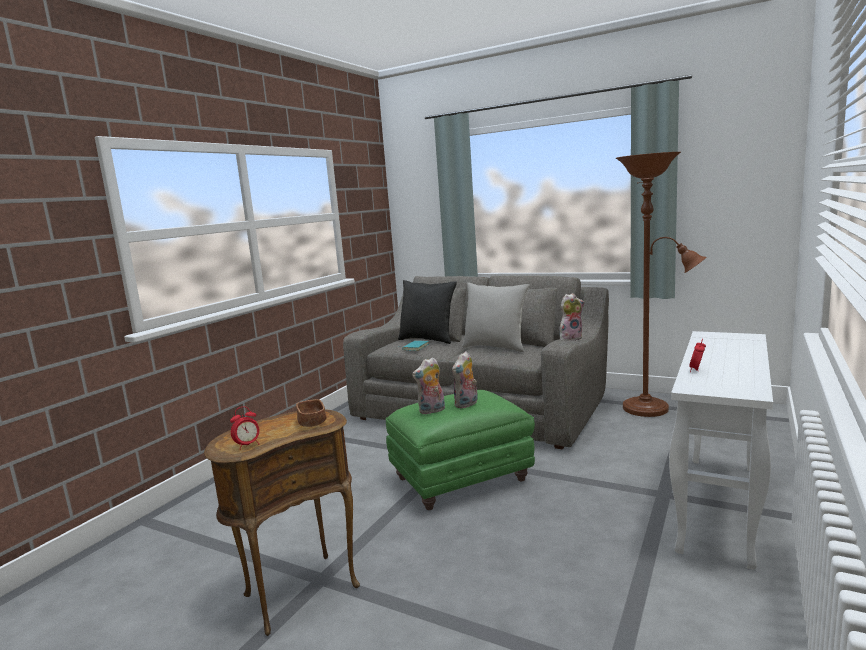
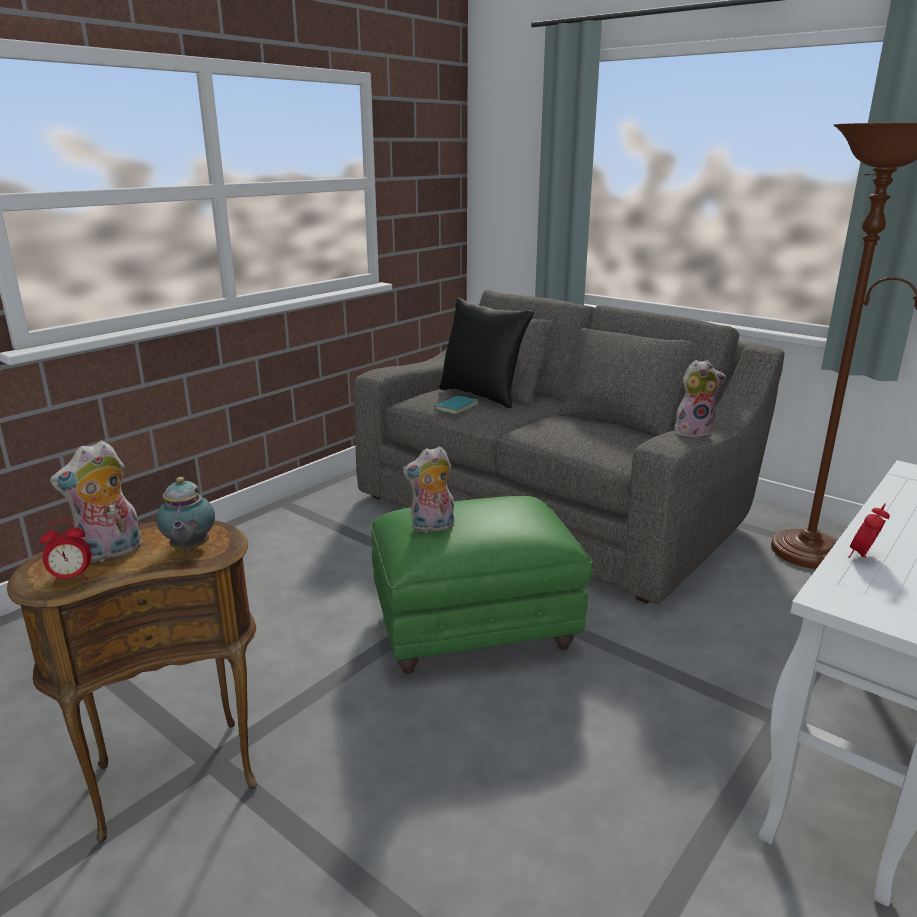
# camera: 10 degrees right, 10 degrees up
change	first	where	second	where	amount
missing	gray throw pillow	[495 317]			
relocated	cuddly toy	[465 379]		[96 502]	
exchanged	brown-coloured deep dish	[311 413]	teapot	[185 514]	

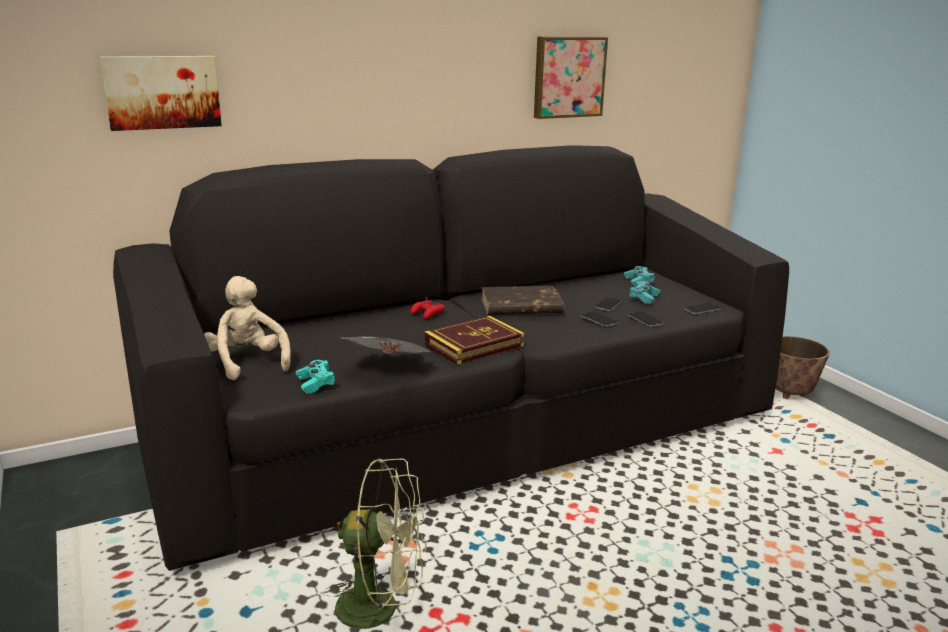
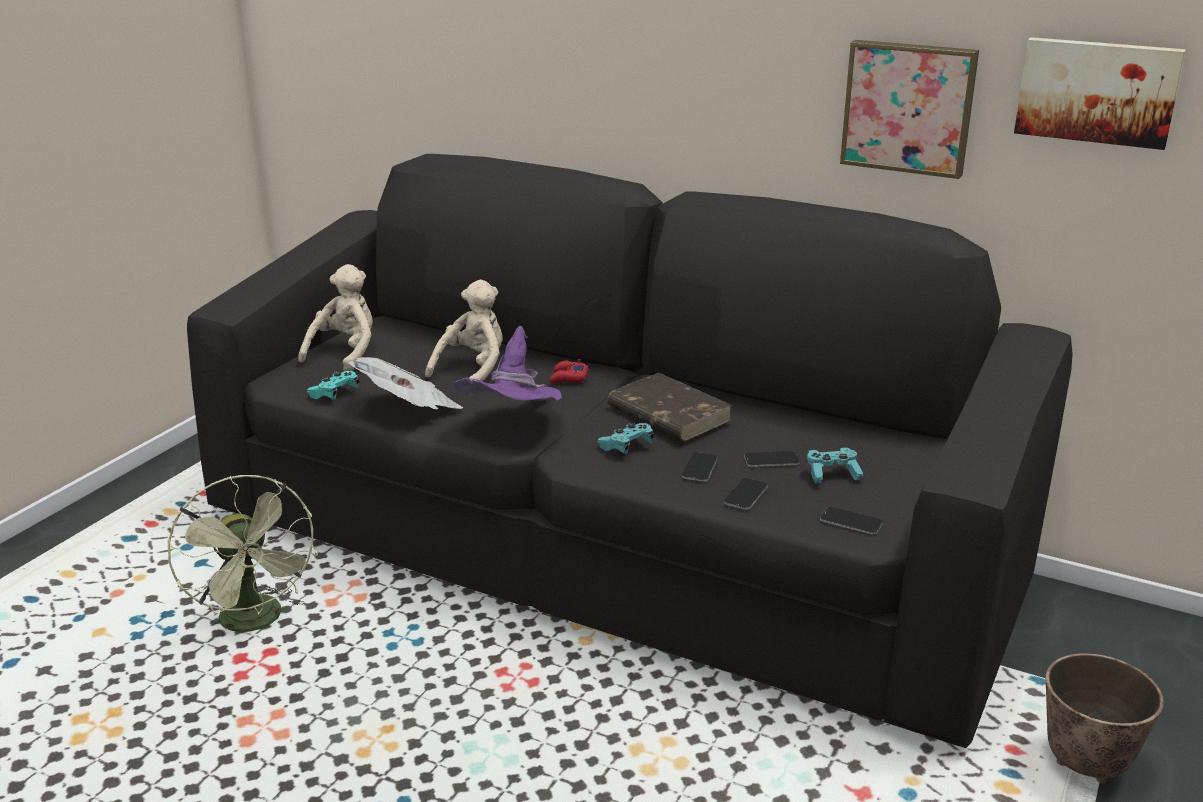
# camera: 55 degrees right, 5 degrees up
change	first	where	second	where	amount
appeared			sand-coloured cuddly toy	[464 331]	
relocated	wall art	[161 93]		[1100 93]	
relocated	turquoise joypad	[639 276]		[626 438]	
exchanged	bound book	[474 340]	purplish clothing hat	[507 363]	

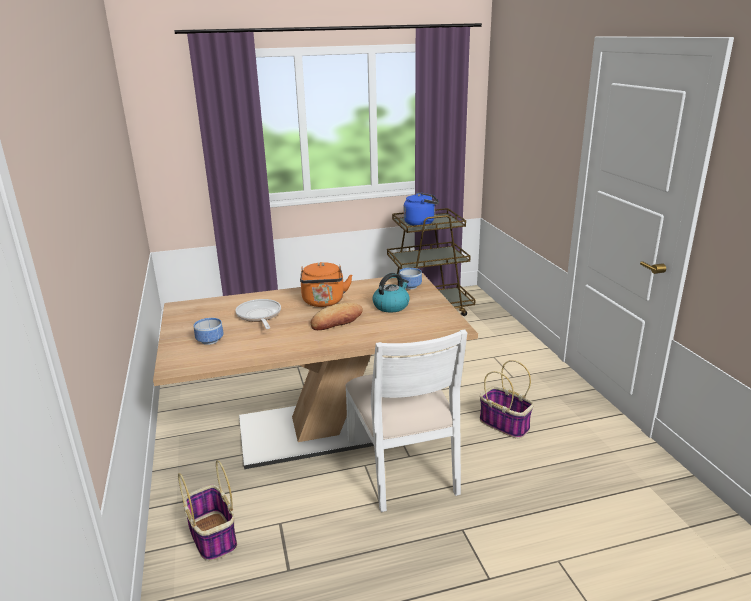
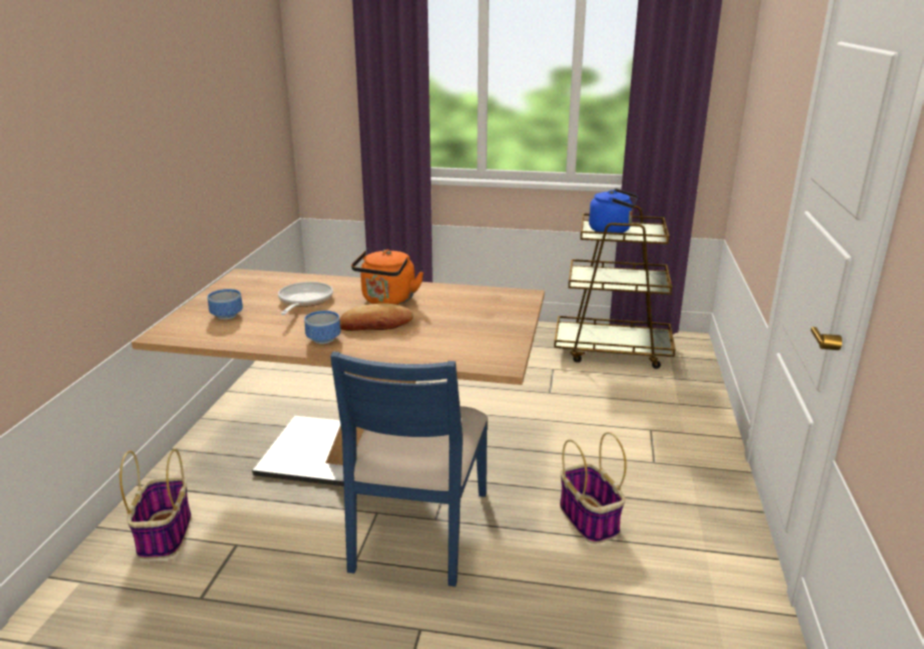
# camera: 25 degrees right, 0 degrees up
change	first	where	second	where	amount
missing	tea kettle	[391 292]			
relocated	deep dish	[410 279]		[322 327]	
colour	white-coloured plain chair	[406 420]	blue-coloured plain chair	[409 469]	

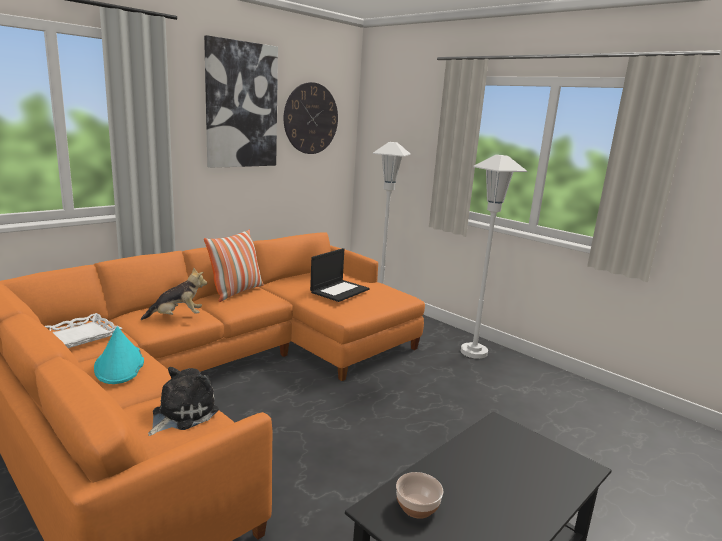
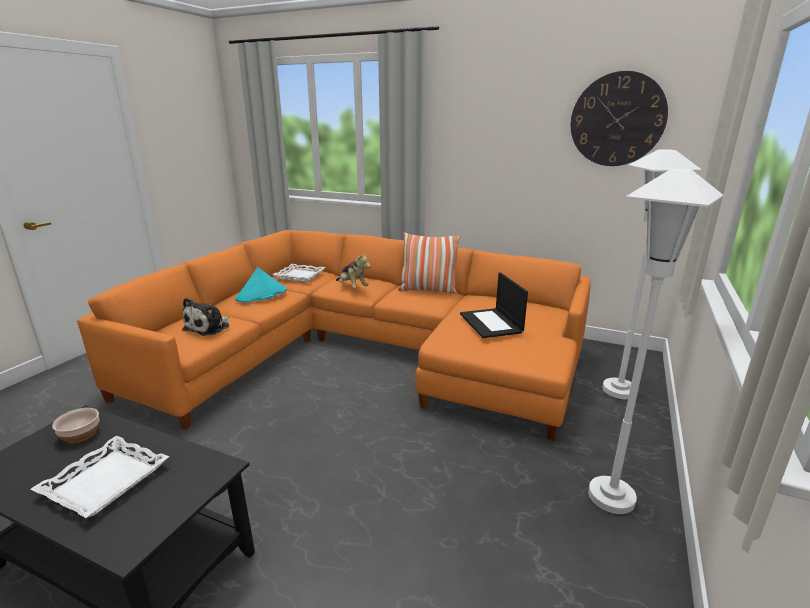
# camera: 70 degrees right, 5 degrees up
change	first	where	second	where	amount
missing	wall art	[241 101]			
appeared			white-coloured tray	[100 477]	
spun	cuddly toy	[183 401]		[205 317]	105 degrees clockwise
spun	notebook computer	[340 275]		[494 305]	60 degrees clockwise

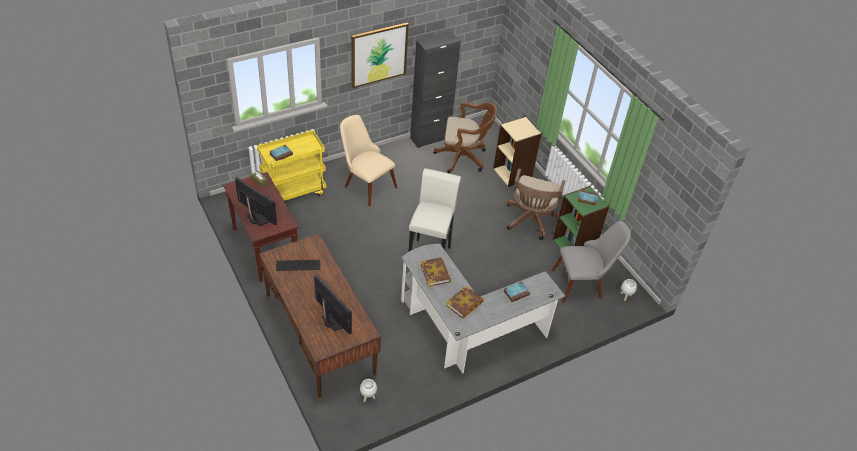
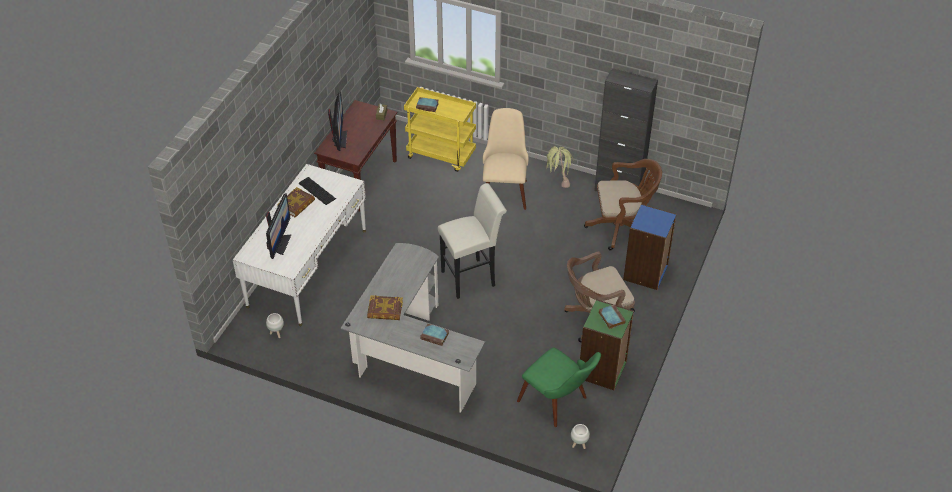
# camera: 55 degrees right, 0 degrees up
change	first	where	second	where	amount
missing	wall art	[380 55]			
appeared			houseplant	[560 167]	
relocated	bound book	[435 272]		[296 202]	
colour	brown-coloured desk table	[320 317]	white-coloured desk table	[299 245]	
colour	sand-coloured shelving unit	[517 151]	blue-coloured shelving unit	[650 247]	
colour	gray plain chair	[591 262]	green plain chair	[559 387]	
spun	brown-coloured office chair	[465 137]		[623 205]	60 degrees counterclockwise

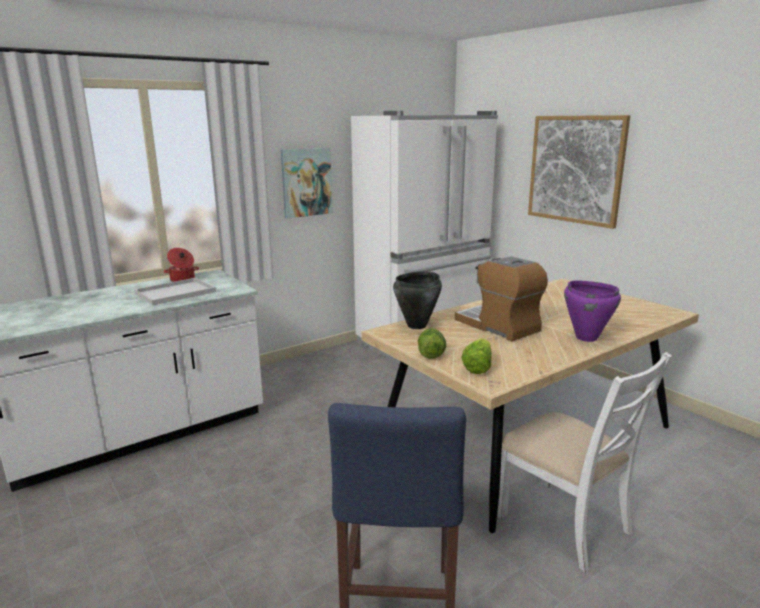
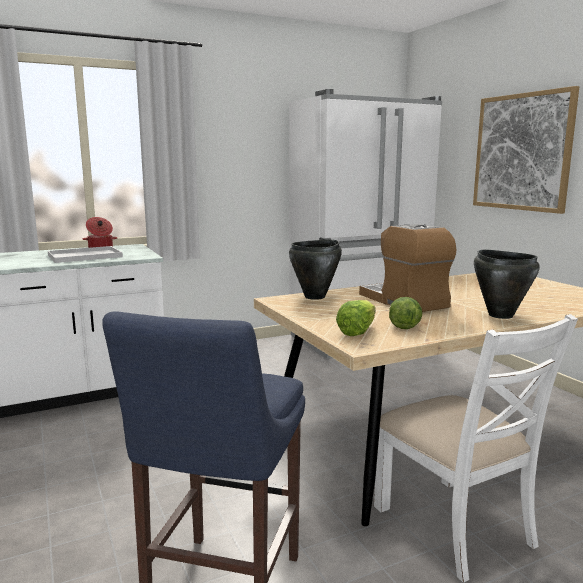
# camera: 10 degrees right, 5 degrees down
change	first	where	second	where	amount
missing	wall art	[307 183]			
relocated	lettuce	[432 343]		[405 313]	
colour	purplish cooking pot	[592 311]	black-coloured cooking pot	[507 284]	

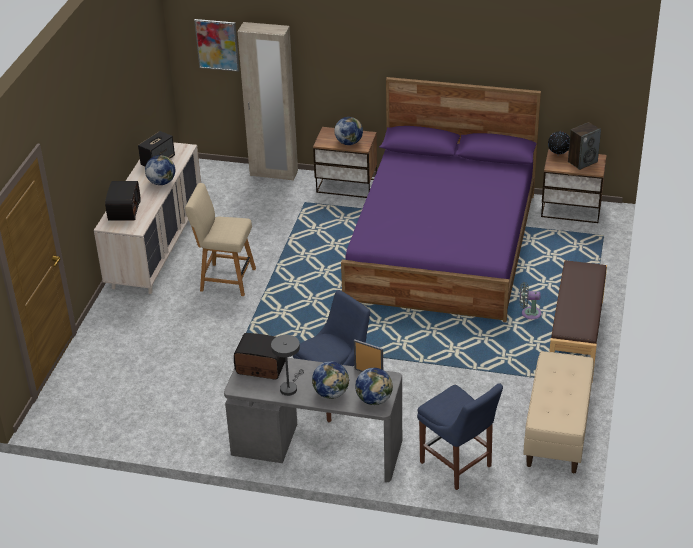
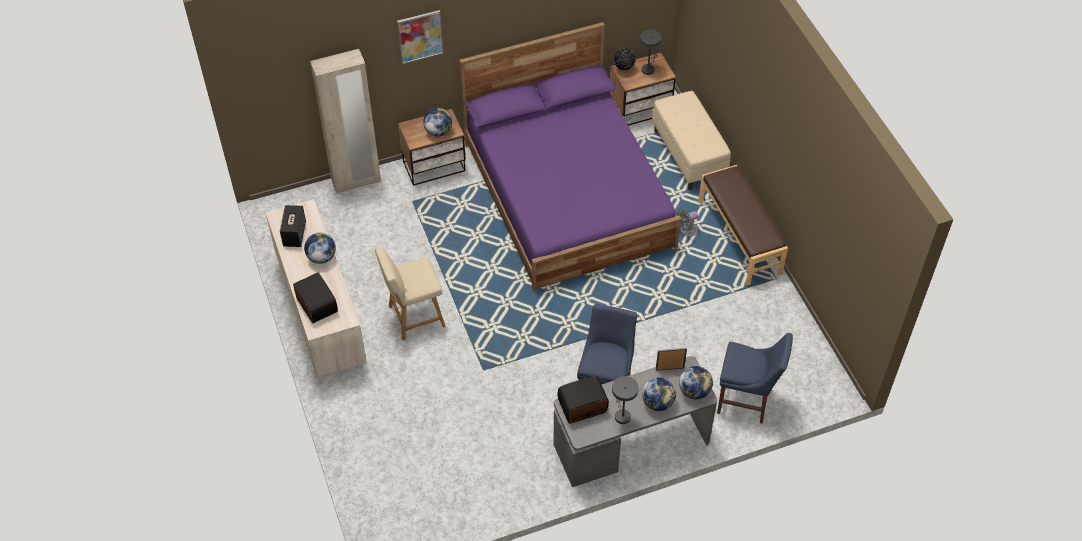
# camera: 35 degrees left, 15 degrees up
change	first	where	second	where	amount
relocated	wall art	[216 45]		[420 37]	
relocated	sand-coloured indoor bench	[558 412]		[691 140]	
exchanged	speaker	[584 146]	gray lamp for a table	[651 52]	

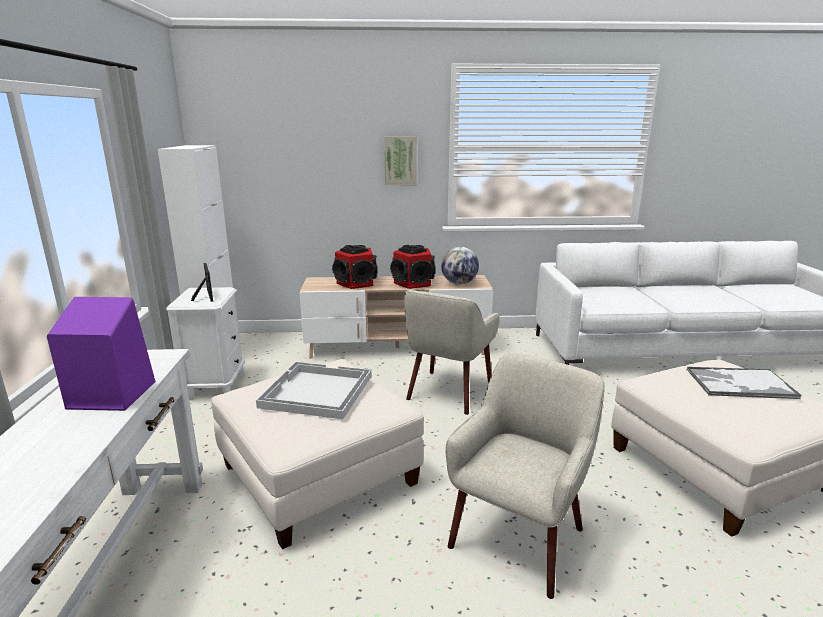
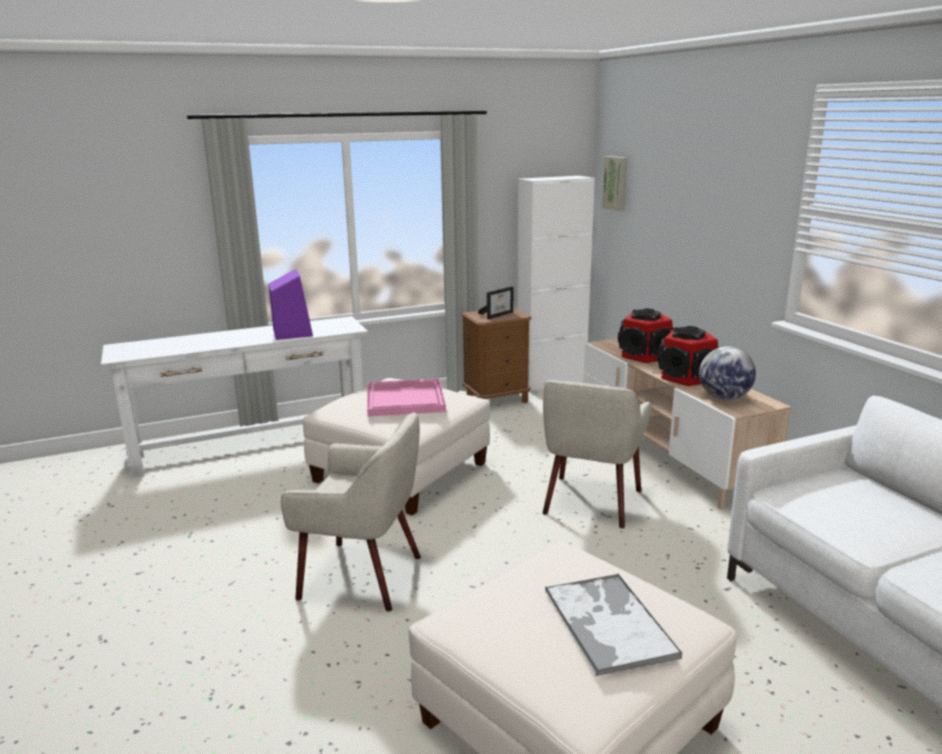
# camera: 70 degrees right, 0 degrees up
change	first	where	second	where	amount
relocated	wall art	[400 160]		[615 183]	
colour	white-coloured bedside table	[205 343]	brown-coloured bedside table	[496 355]	
colour	white-coloured tray	[313 390]	pink tray	[406 397]	
spun	sand-coloured armchair	[452 352]		[597 454]	75 degrees counterclockwise

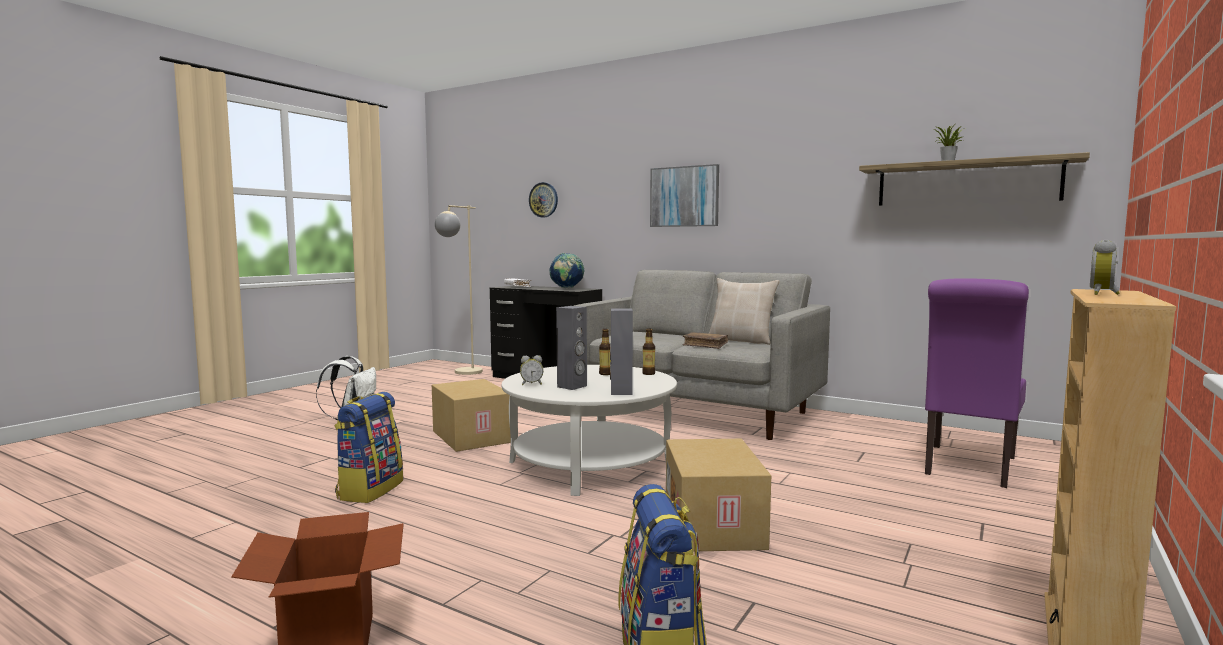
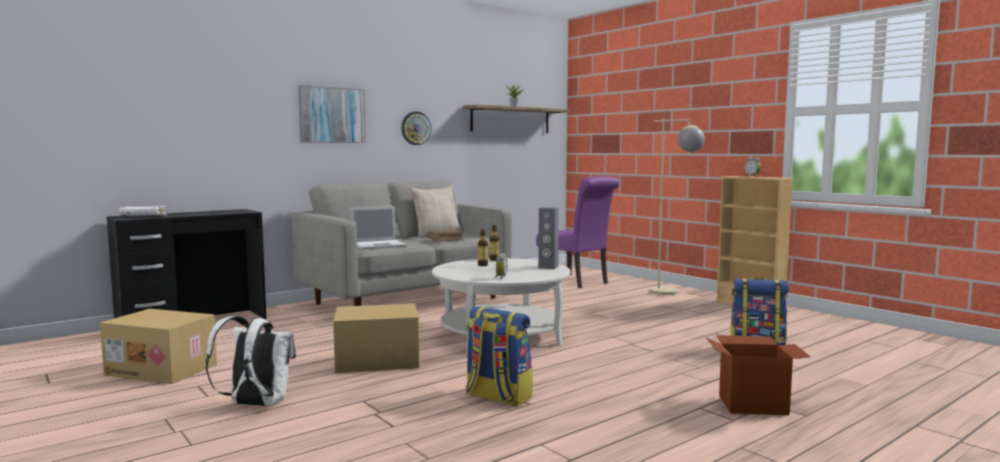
# camera: 70 degrees left, 0 degrees up
change	first	where	second	where	amount
missing	globe	[567 271]			
missing	gray speaker	[571 348]			
appeared			notebook computer	[379 227]	
relocated	sand-coloured standard lamp	[459 290]		[677 207]	
relocated	clock on the wall	[543 199]		[416 128]	
relocated	cardboard box	[718 495]		[158 346]	

